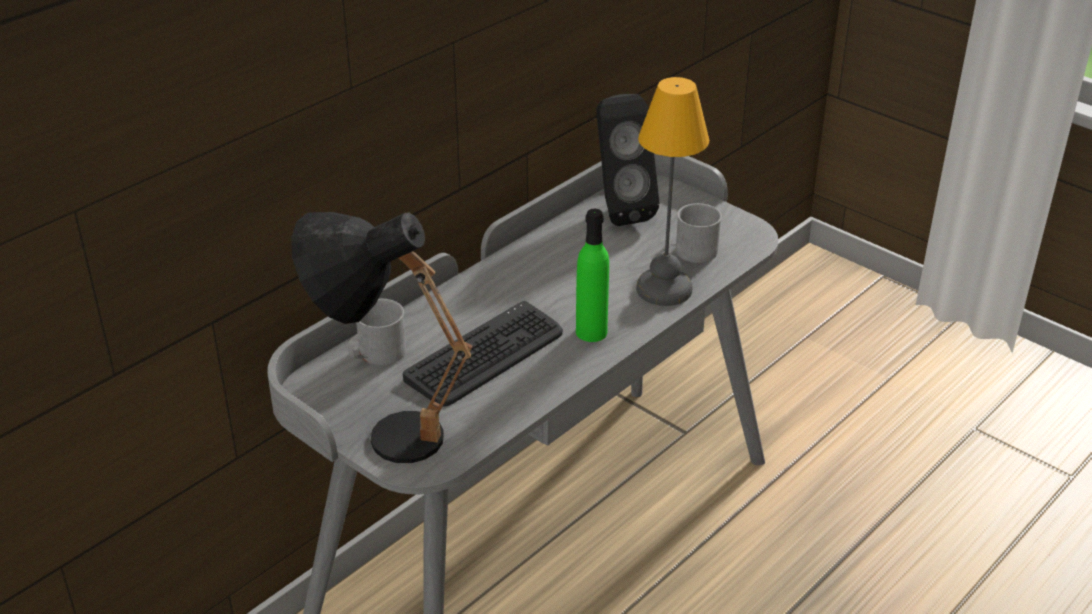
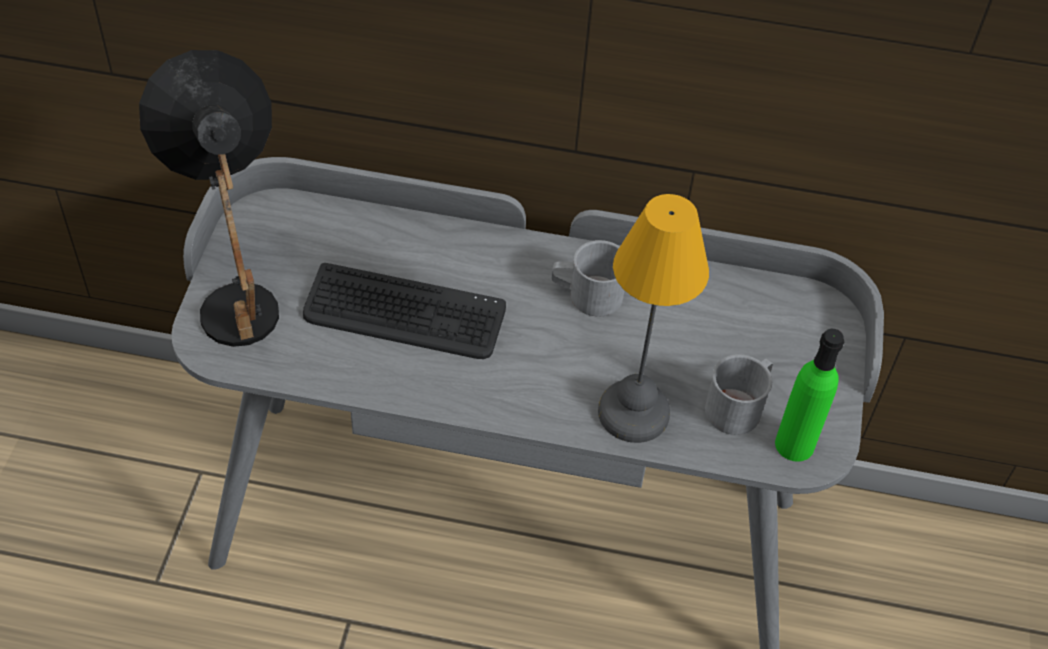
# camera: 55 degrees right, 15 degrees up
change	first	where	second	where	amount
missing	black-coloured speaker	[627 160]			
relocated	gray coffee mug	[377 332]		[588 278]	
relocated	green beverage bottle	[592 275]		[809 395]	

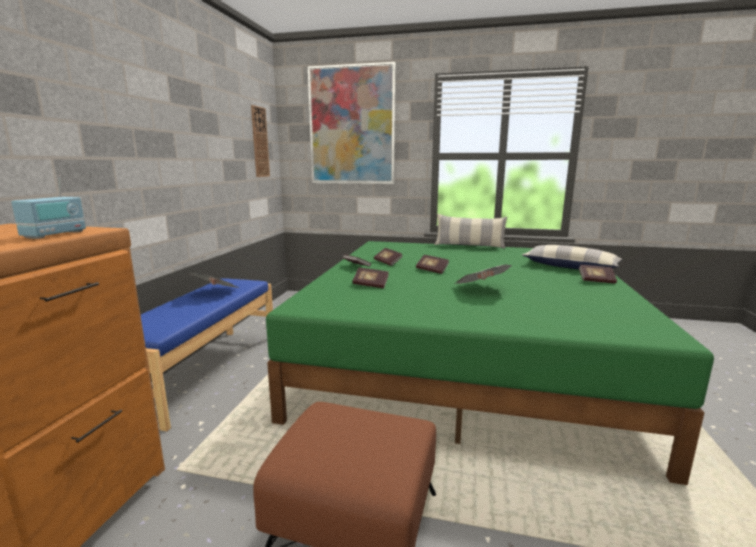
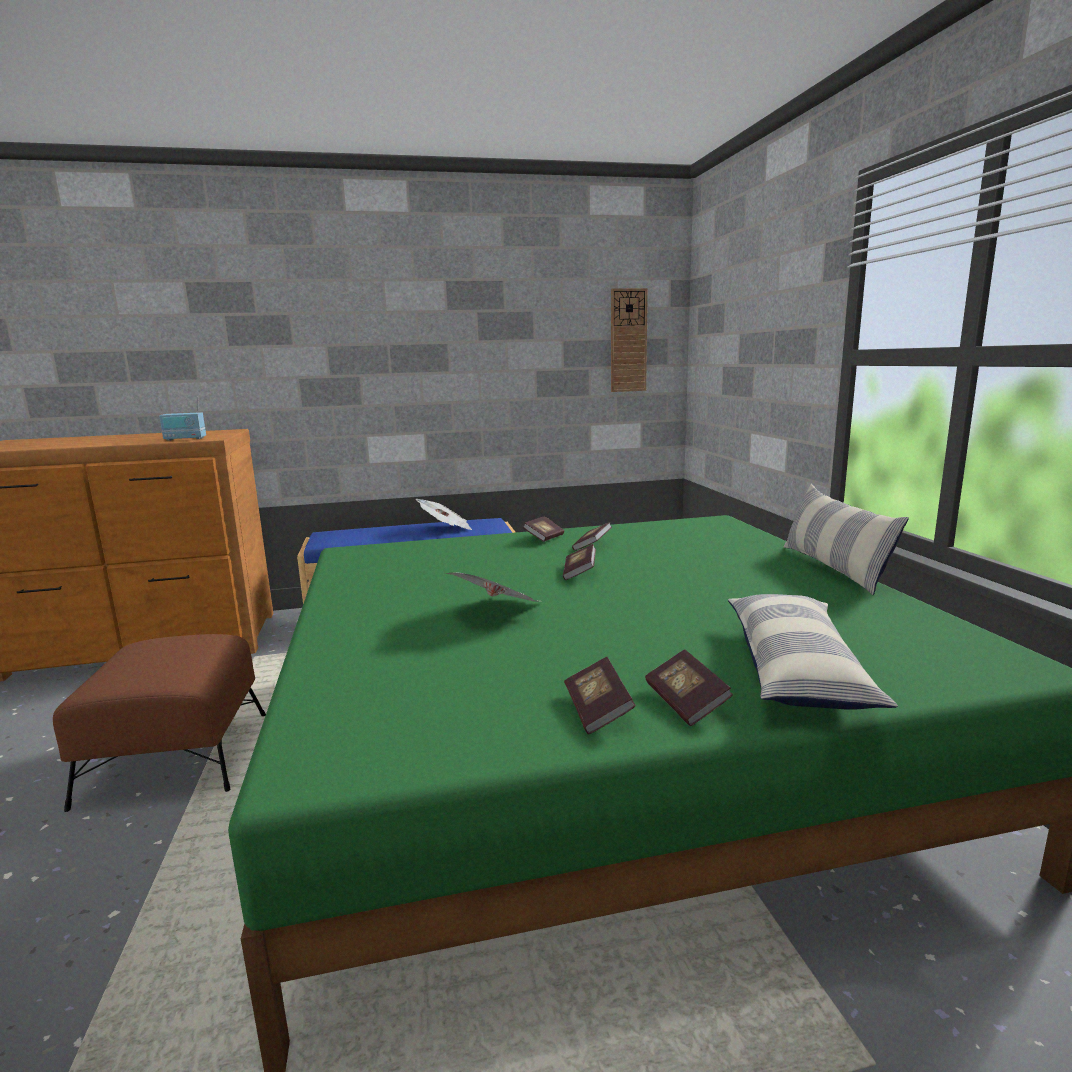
# camera: 65 degrees right, 0 degrees up
change	first	where	second	where	amount
missing	wall art	[352 123]			
relocated	bound book	[370 278]		[600 695]	

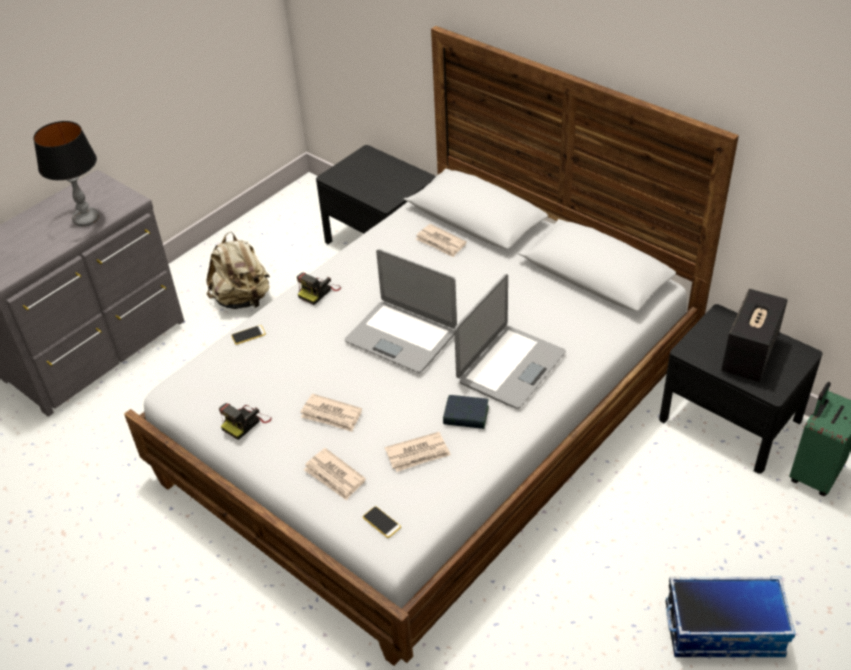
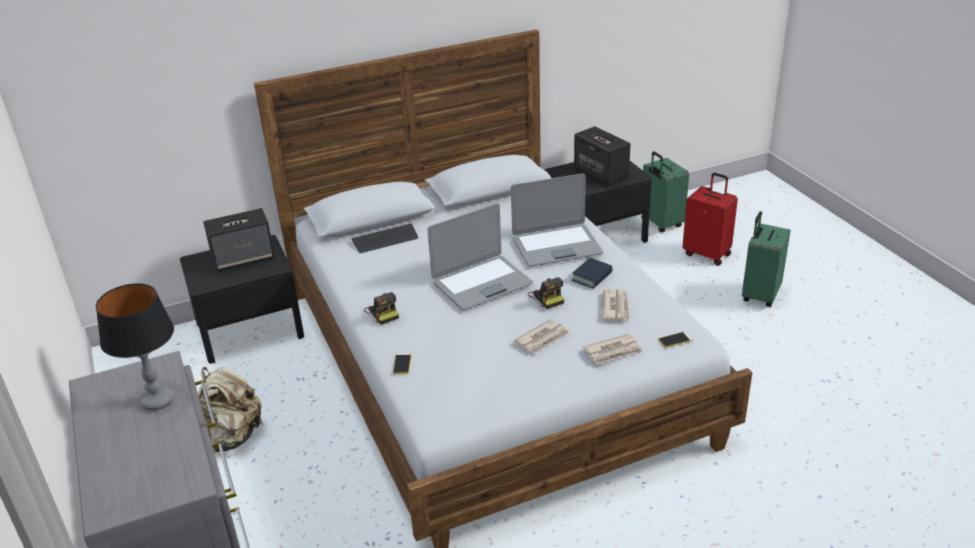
# camera: 65 degrees left, 10 degrees down
change	first	where	second	where	amount
appeared			speaker	[239 239]	
appeared			red-coloured piece of luggage	[710 219]	
relocated	still camera	[245 421]		[546 293]	
exchanged	newspaper	[441 241]	keyboard	[384 238]	
exchanged	storage bin	[731 616]	green piece of luggage	[766 259]	
spun	notebook computer	[510 341]		[557 220]	105 degrees clockwise

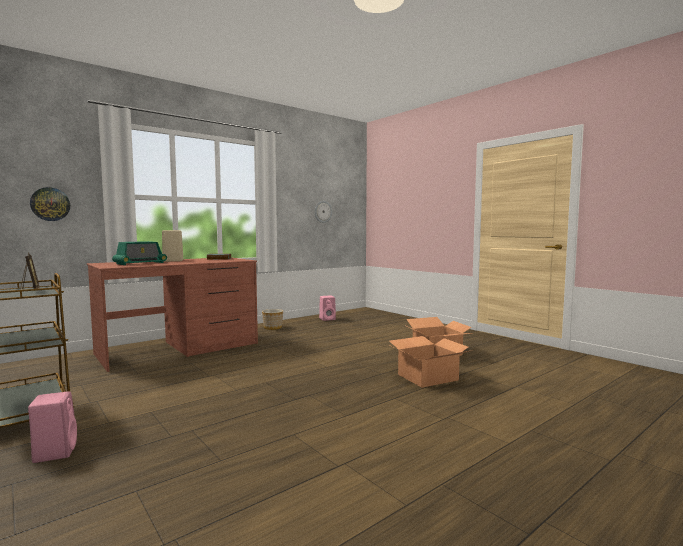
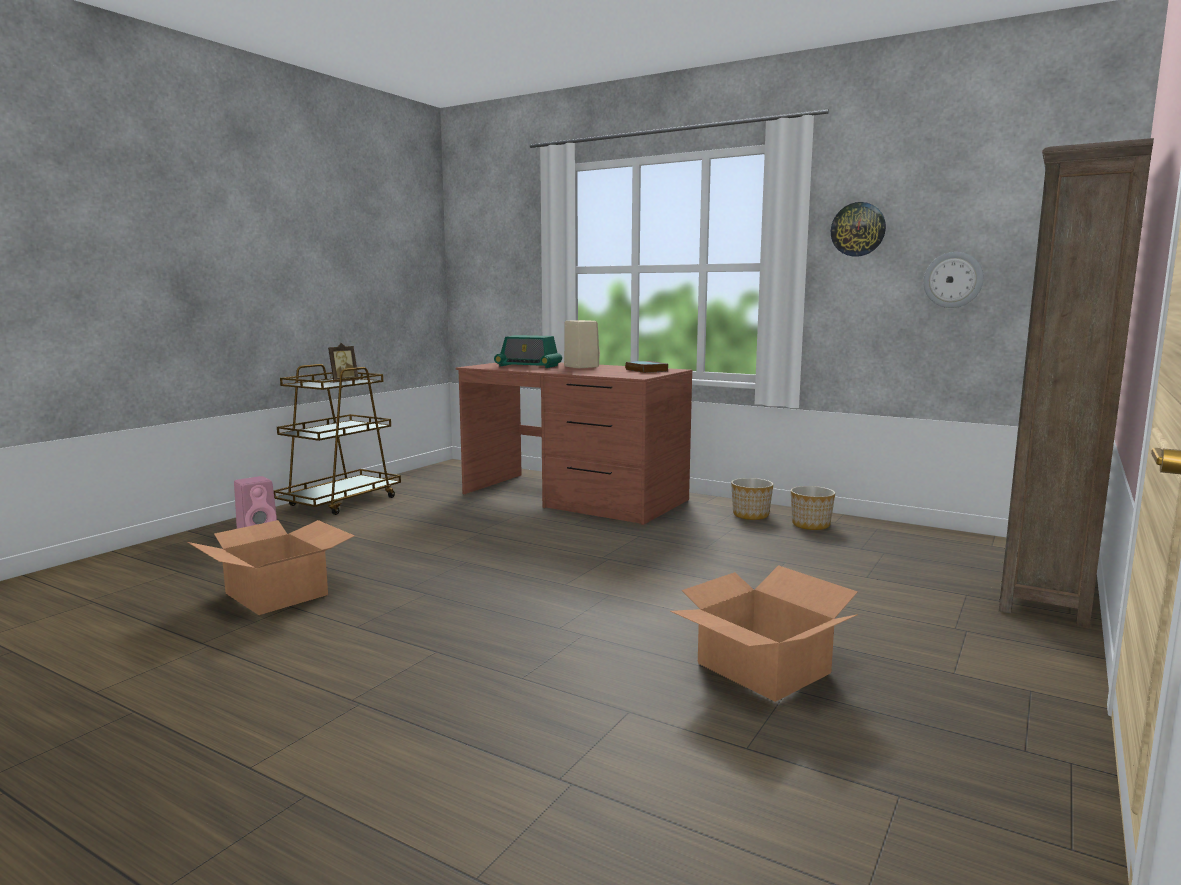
# camera: 70 degrees right, 5 degrees up
change	first	where	second	where	amount
missing	pink speaker	[327 308]			
appeared			flower pot	[813 508]	
appeared			brown-coloured shelving unit	[1076 383]	
relocated	clock on the wall	[50 204]		[858 229]	
relocated	cardboard box	[431 362]		[271 567]	

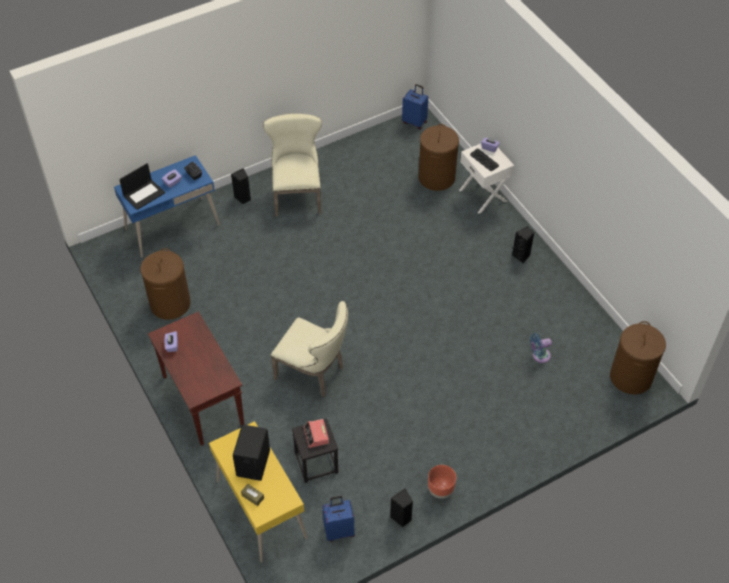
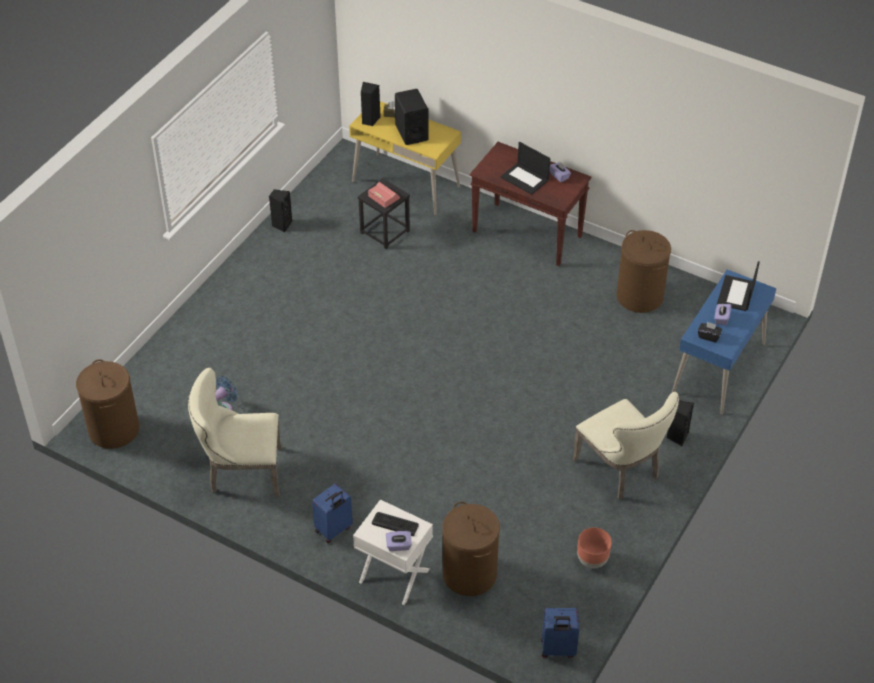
# camera: 150 degrees right, 5 degrees down
change	first	where	second	where	amount
appeared			notebook computer	[525 168]	
relocated	sand-coloured plain chair	[309 349]		[235 432]	
relocated	blue-coloured piece of luggage	[338 518]		[332 513]	
relocated	brown-coloured flower pot	[442 482]		[594 548]	
relocated	black-coloured speaker	[523 245]		[371 104]	

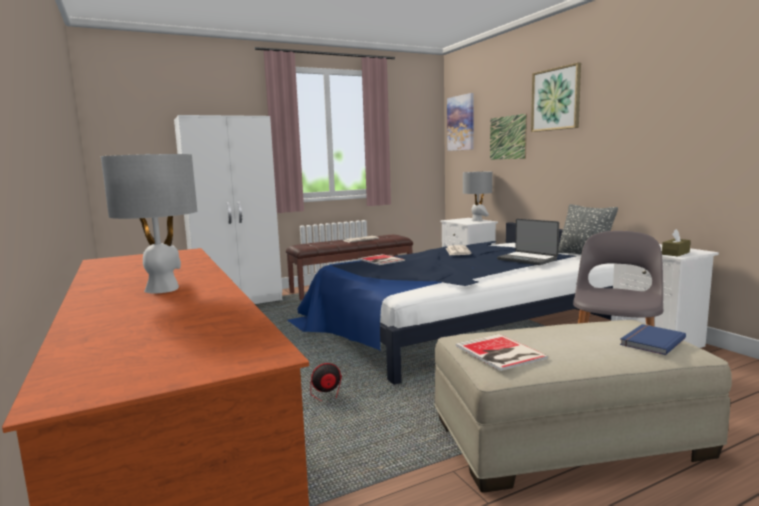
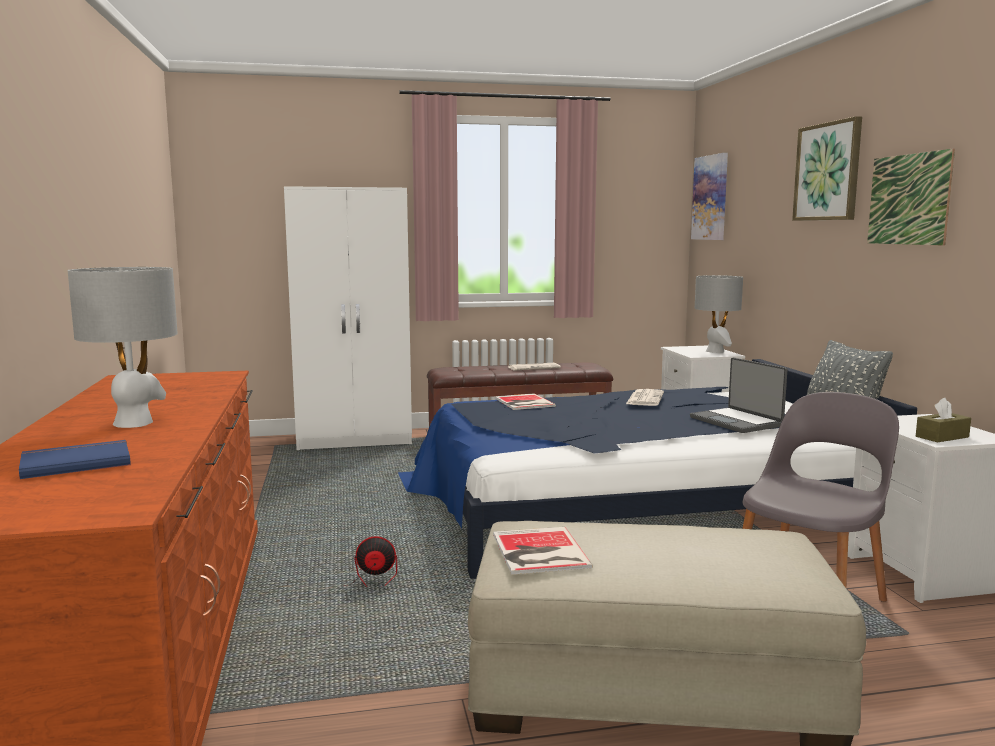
# camera: 15 degrees right, 0 degrees up
change	first	where	second	where	amount
relocated	wall art	[508 136]		[911 197]	
relocated	blue-coloured bound book	[653 339]		[75 459]	

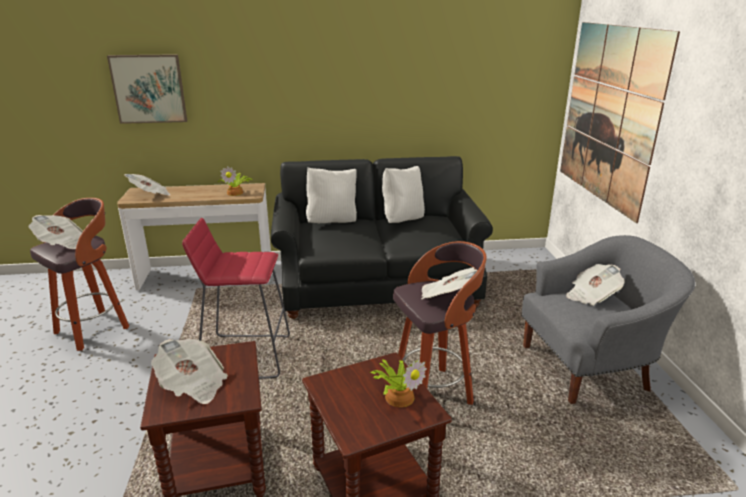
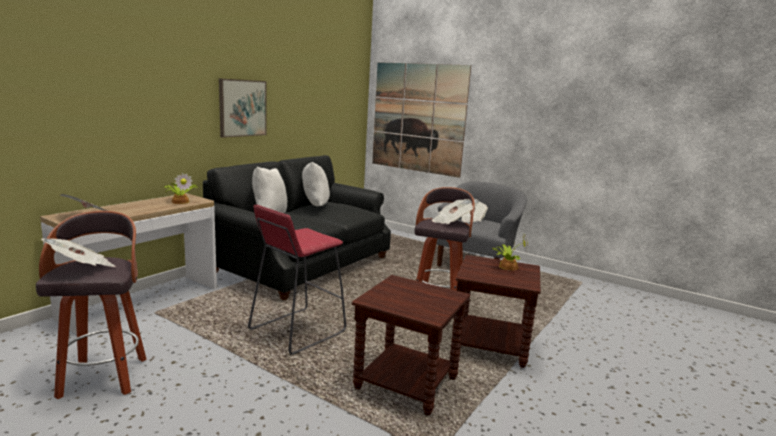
# camera: 50 degrees left, 10 degrees down
change	first	where	second	where	amount
missing	newspaper	[189 371]			
relocated	wall art	[147 89]		[243 108]	

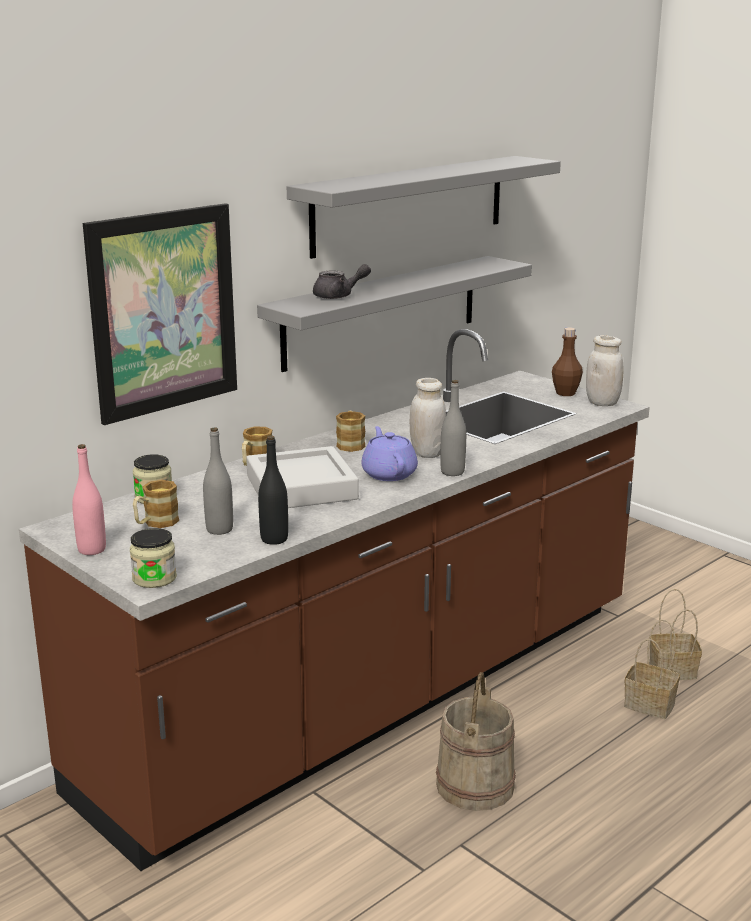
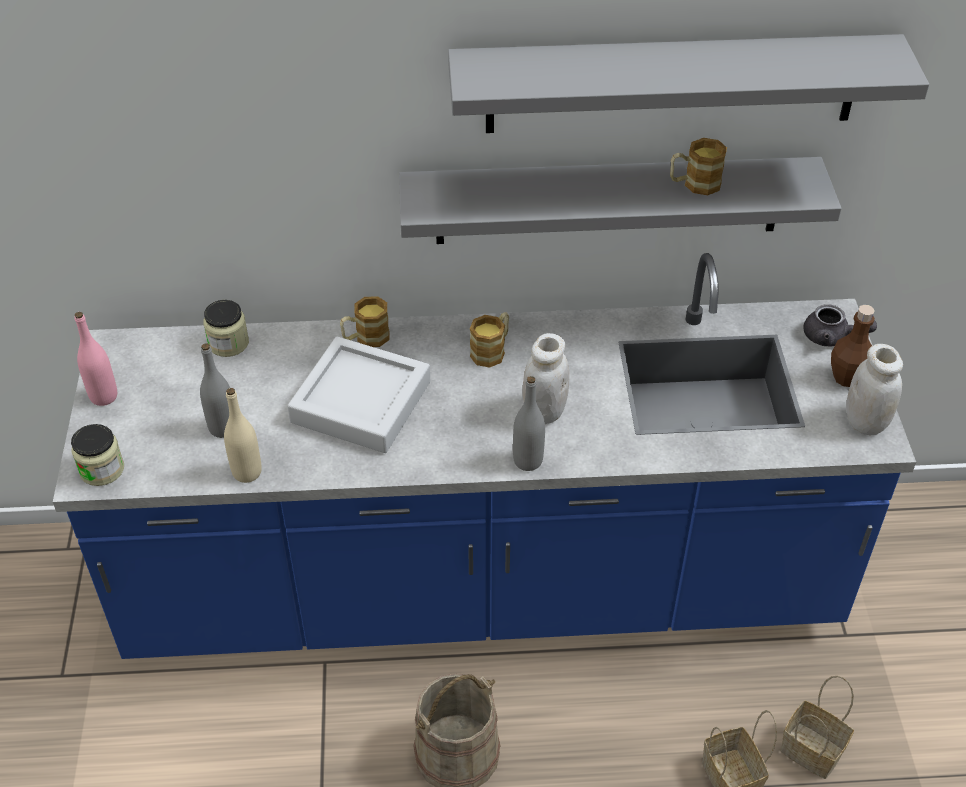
# camera: 40 degrees right, 25 degrees up
change	first	where	second	where	amount
missing	wall art	[160 314]			
missing	purplish teapot	[389 453]			
relocated	coffee mug	[156 504]		[698 166]	
relocated	gray teapot	[342 281]		[840 325]	
colour	brown-coloured kitchen base unit	[334 600]	blue-coloured kitchen base unit	[484 456]	
colour	black-coloured beverage bottle	[273 490]	sand-coloured beverage bottle	[243 435]	

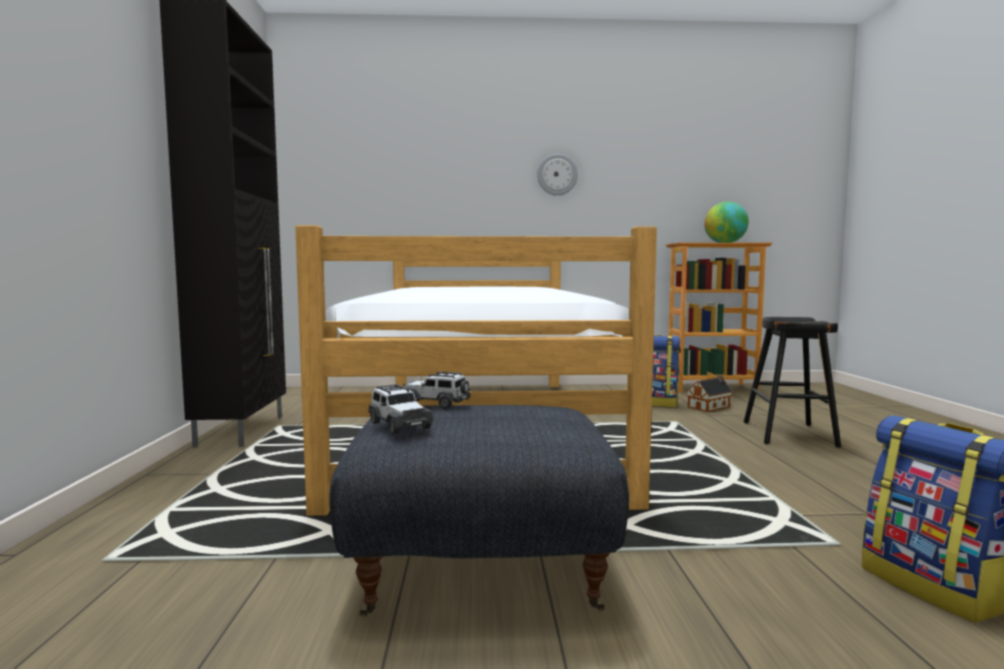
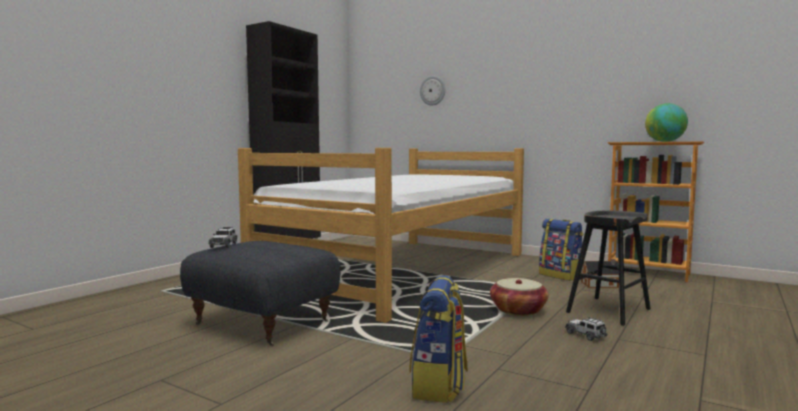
# camera: 35 degrees right, 0 degrees up
change	first	where	second	where	amount
appeared			basket	[519 297]	
relocated	model car	[436 390]		[586 329]	
relocated	clock on the wall	[557 175]		[432 90]	

